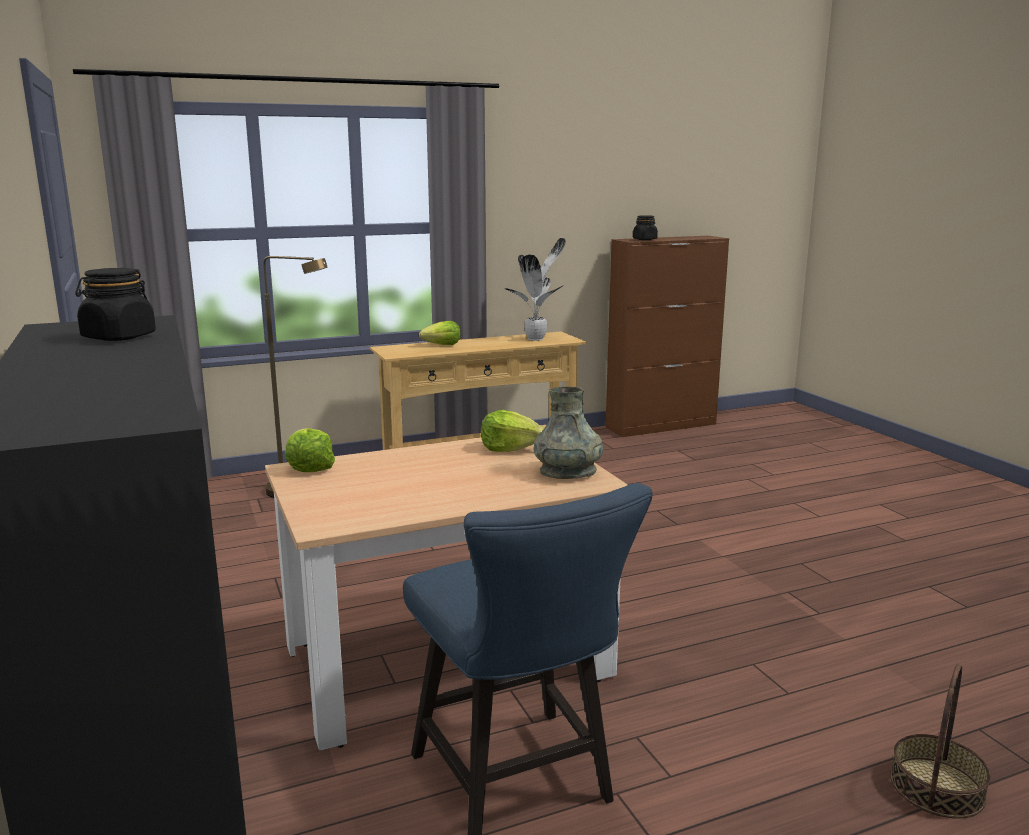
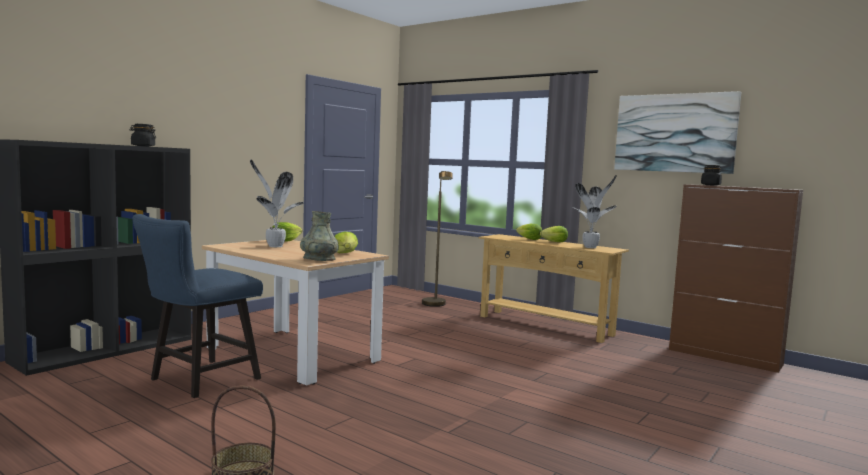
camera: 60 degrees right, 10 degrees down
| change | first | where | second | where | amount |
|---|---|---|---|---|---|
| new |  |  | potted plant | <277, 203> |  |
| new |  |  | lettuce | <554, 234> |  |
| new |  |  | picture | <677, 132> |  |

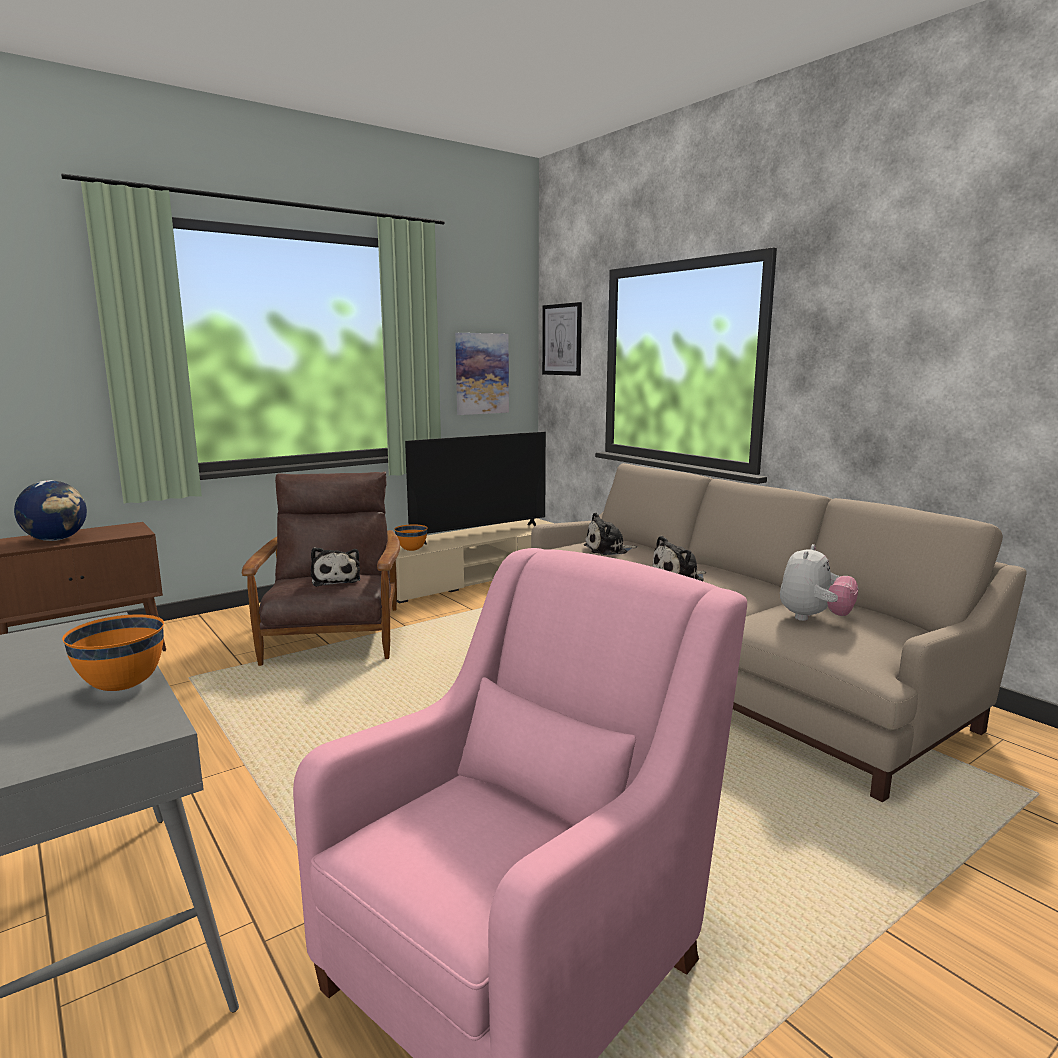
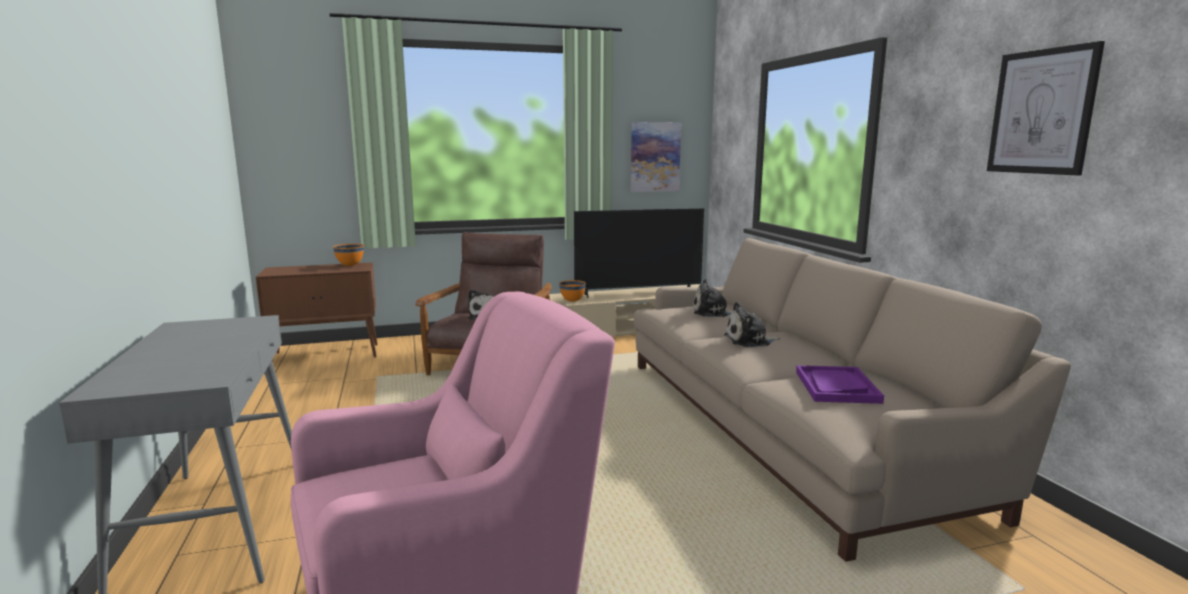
camera: 20 degrees right, 0 degrees up
| change | first | where | second | where | amount |
|---|---|---|---|---|---|
| shifted | bowl (orange) | <113, 652> |  | <348, 255> |  |
| swapped | plush toy | <819, 582> | tray (purple) | <840, 384> |  |
| shifted | picture | <562, 339> |  | <1046, 108> |  |
| gone | globe | <50, 510> |  |  |  |

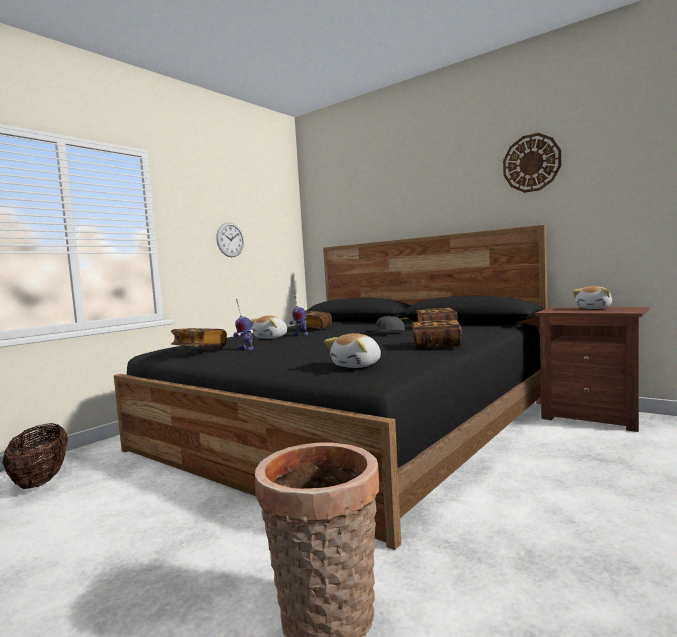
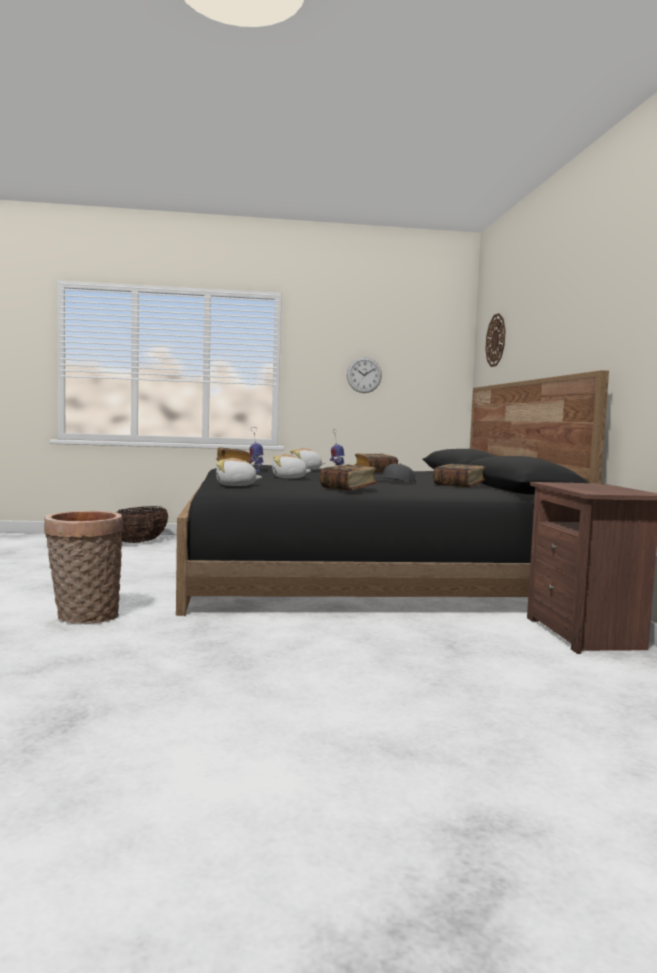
camera: 45 degrees right, 0 degrees up
| change | first | where | second | where | amount |
|---|---|---|---|---|---|
| shifted | plush toy | <592, 297> |  | <291, 466> |  |
| shifted | wall clock | <532, 163> |  | <495, 340> |  |

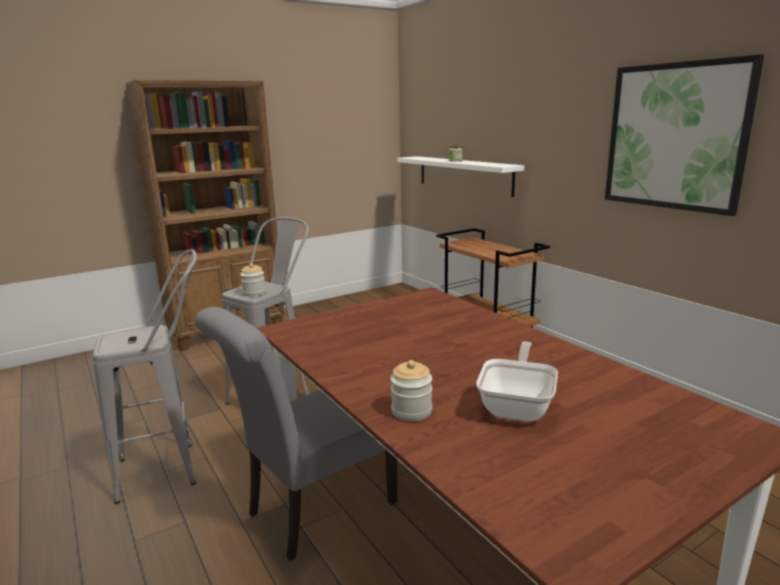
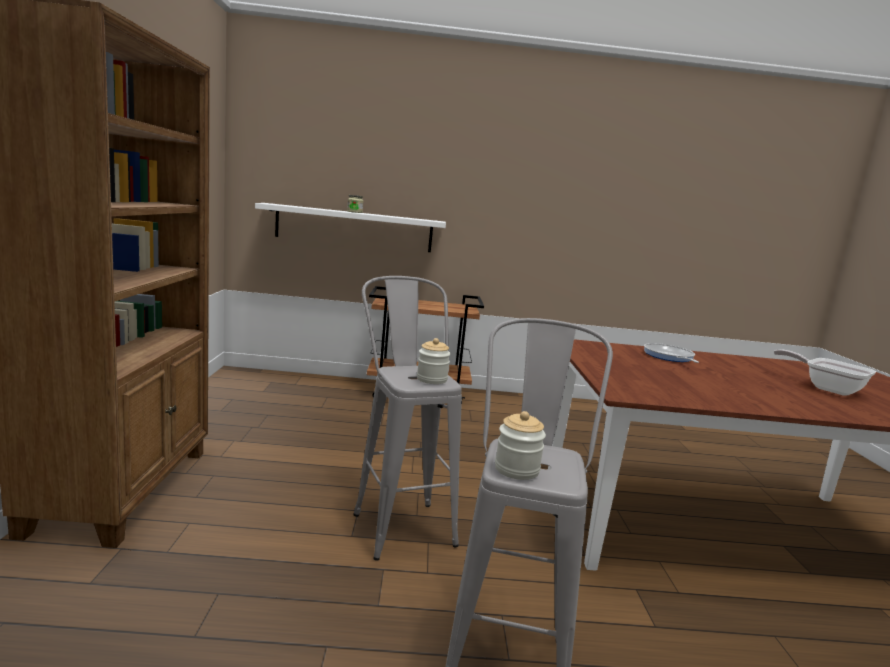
camera: 60 degrees left, 5 degrees down
| change | first | where | second | where | amount |
|---|---|---|---|---|---|
| shifted | jar | <411, 390> |  | <520, 445> |  |
| new |  |  | frying pan | <671, 353> |  |
| gone | chair (grey) | <296, 434> |  |  |  |
| gone | picture | <684, 135> |  |  |  |

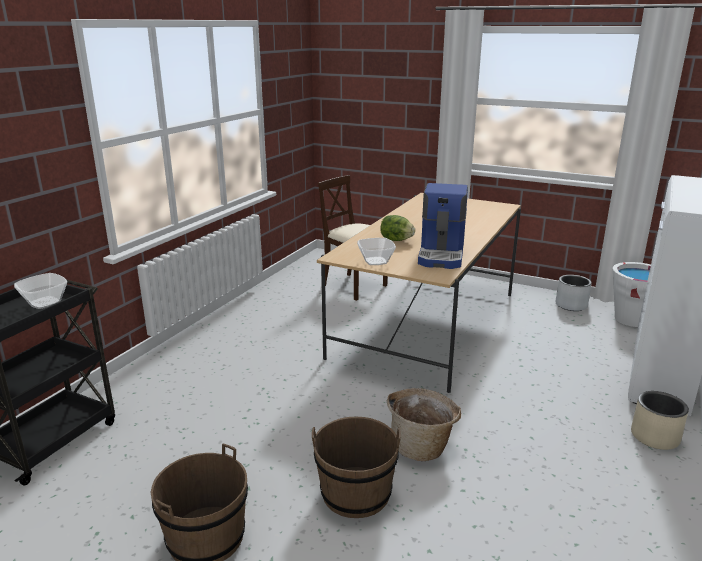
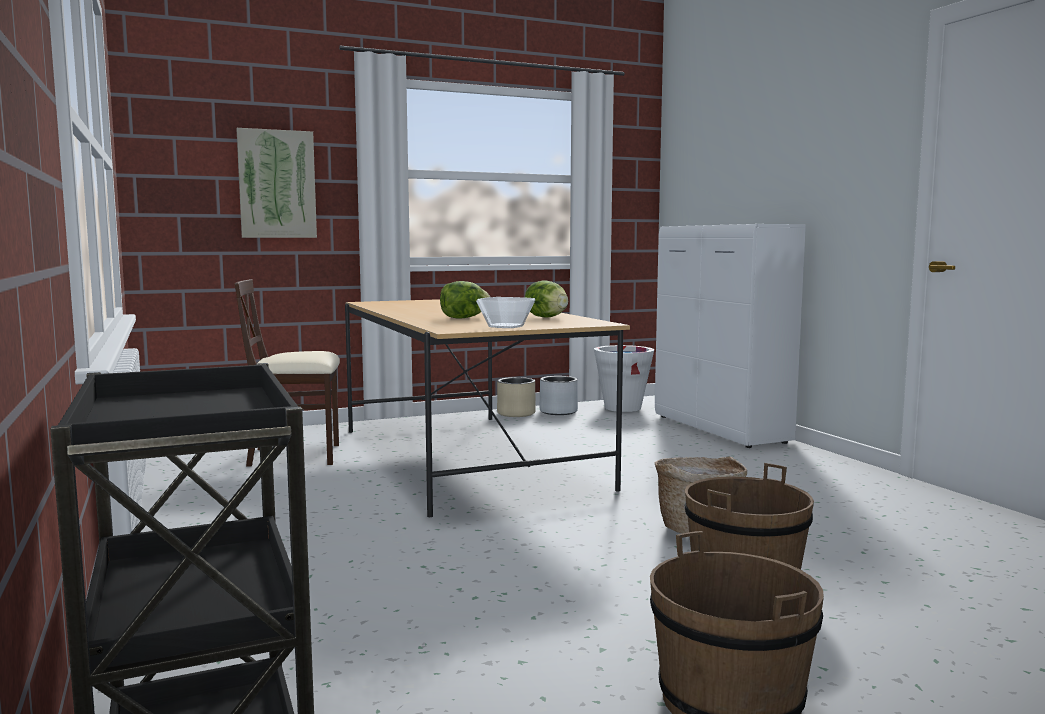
camera: 50 degrees left, 15 degrees down
| change | first | where | second | where | amount |
|---|---|---|---|---|---|
| new |  |  | picture | <276, 183> |  |
| shifted | planter (beige) | <660, 420> |  | <516, 397> |  |
| swapped | coffee machine | <443, 226> | lettuce | <546, 299> |  |
| gone | bowl | <40, 291> |  |  |  |

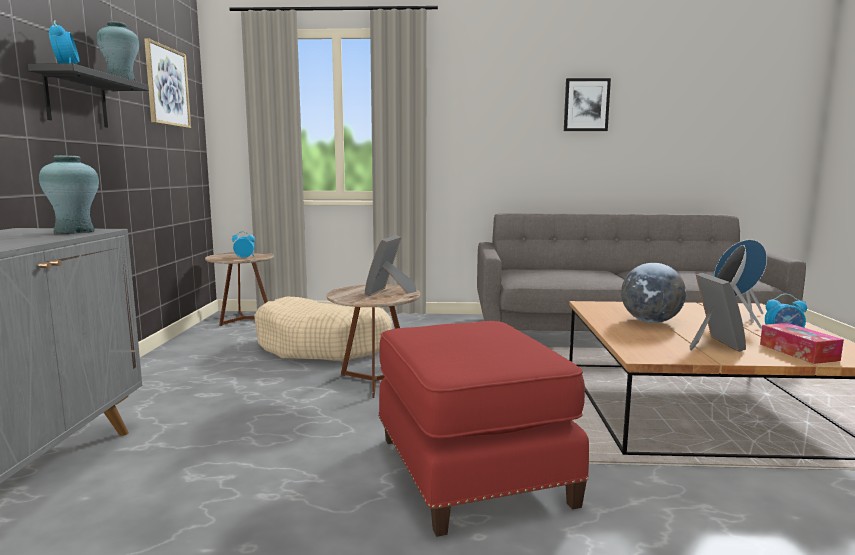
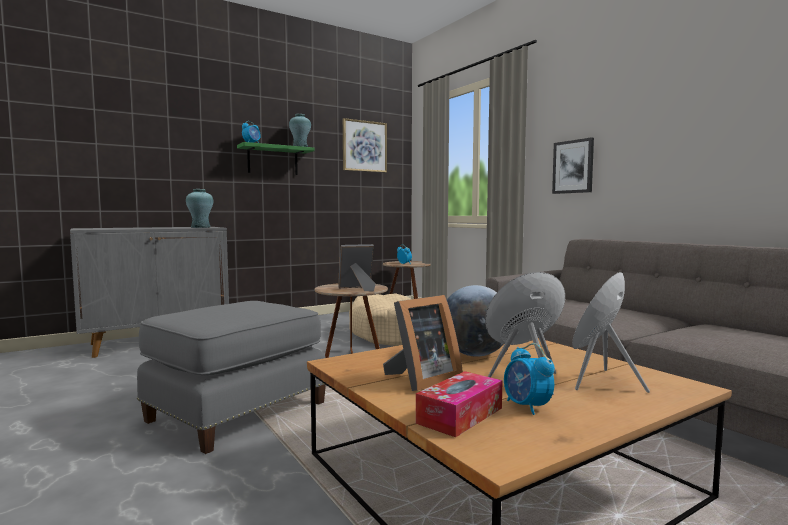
camera: 55 degrees right, 5 degrees down
| change | first | where | second | where | amount |
|---|---|---|---|---|---|
| repainted | ottoman (red) | <483, 429> | ottoman (grey) | <231, 377> |  |
| repainted | shelf (black) | <88, 95> | shelf (green) | <276, 158> |  |
| shifted | picture | <587, 104> |  | <573, 165> |  |

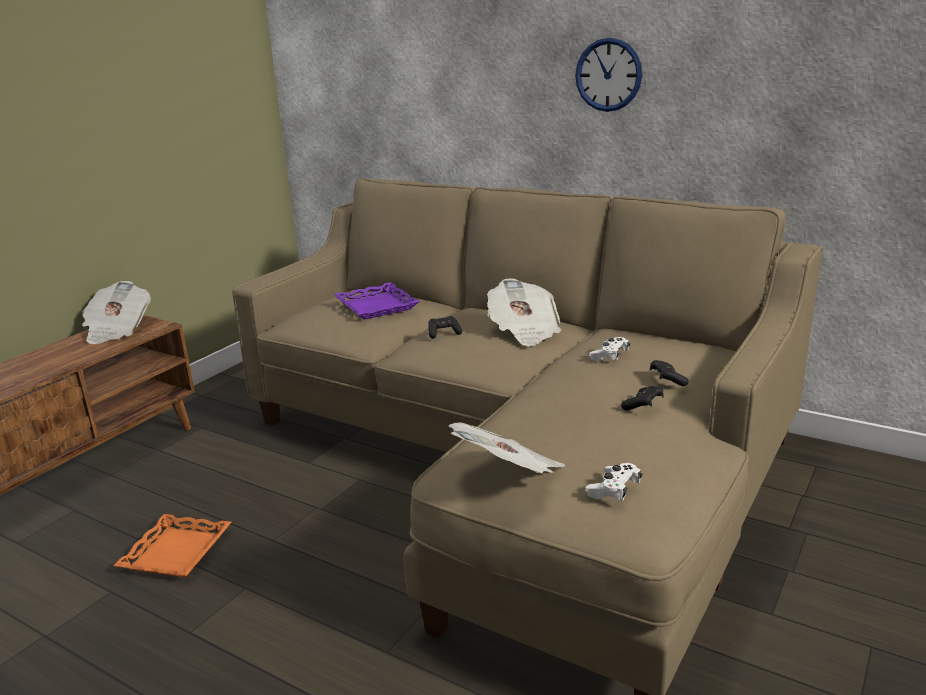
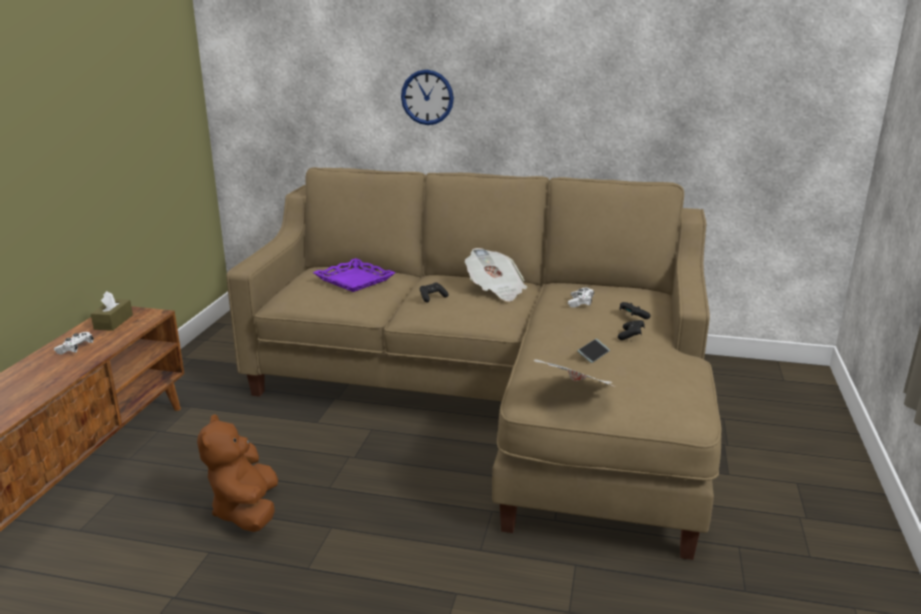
camera: 20 degrees left, 0 degrees up
| change | first | where | second | where | amount |
|---|---|---|---|---|---|
| shifted | game controller (white) | <613, 482> |  | <74, 343> |  |
| swapped | newspaper | <116, 312> | tissue box (brown) | <112, 311> |  |
| swapped | tray (orange) | <172, 545> | plush toy (brown) | <237, 473> |  |
| shifted | wall clock | <608, 75> |  | <427, 97> |  |
| new |  |  | phone | <593, 351> |  |

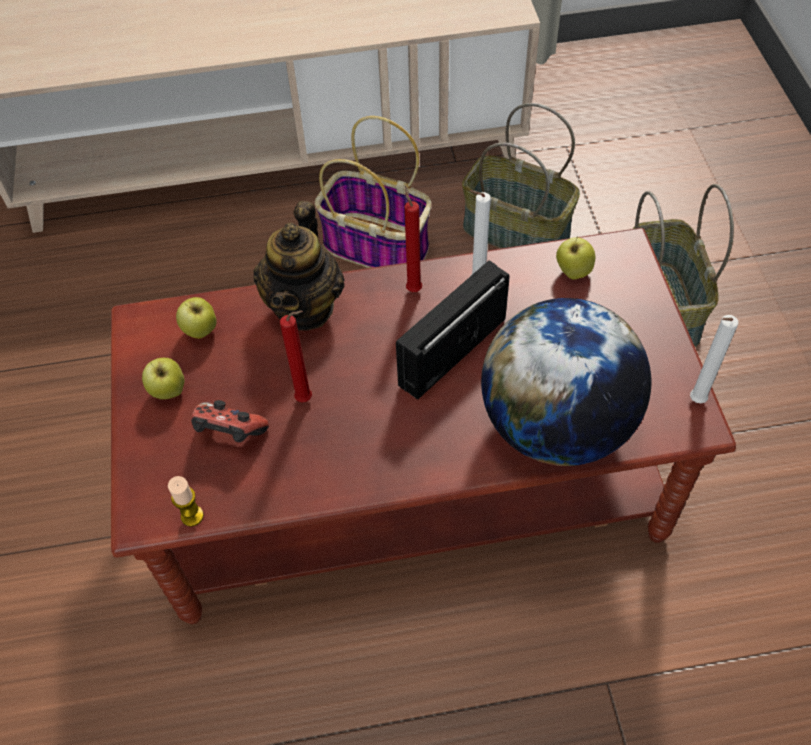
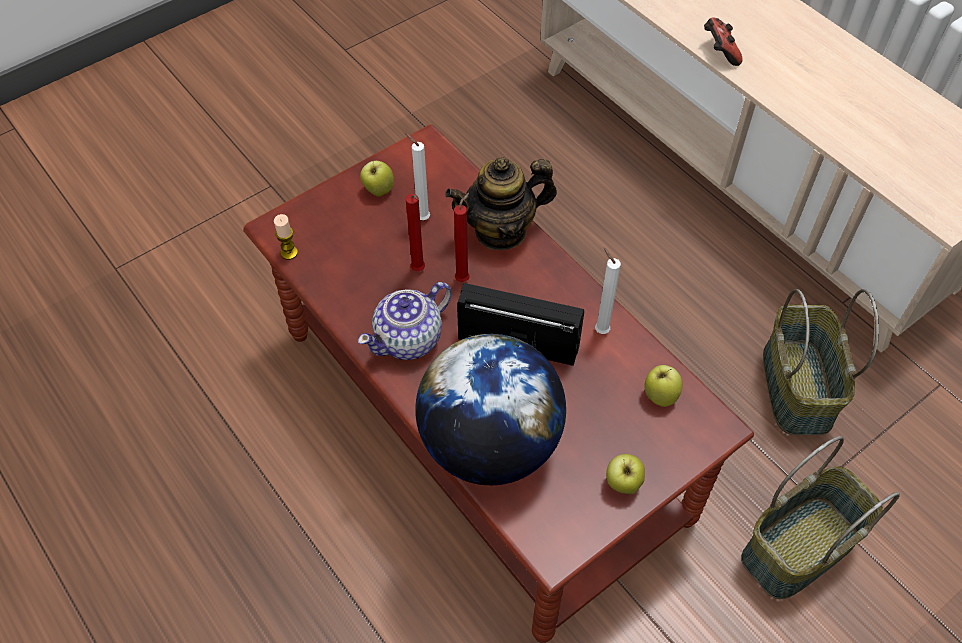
camera: 60 degrees right, 0 degrees up
| change | first | where | second | where | amount |
|---|---|---|---|---|---|
| new |  |  | teapot | <405, 321> |  |
| shifted | candle (white) | <714, 359> |  | <417, 176> |  |
| shifted | candle (red) | <413, 238> |  | <462, 237> |  |
| shifted | apple | <196, 318> |  | <625, 474> |  |
| shifted | game controller | <230, 421> |  | <723, 41> |  |
| gone | basket | <373, 192> |  |  |  |

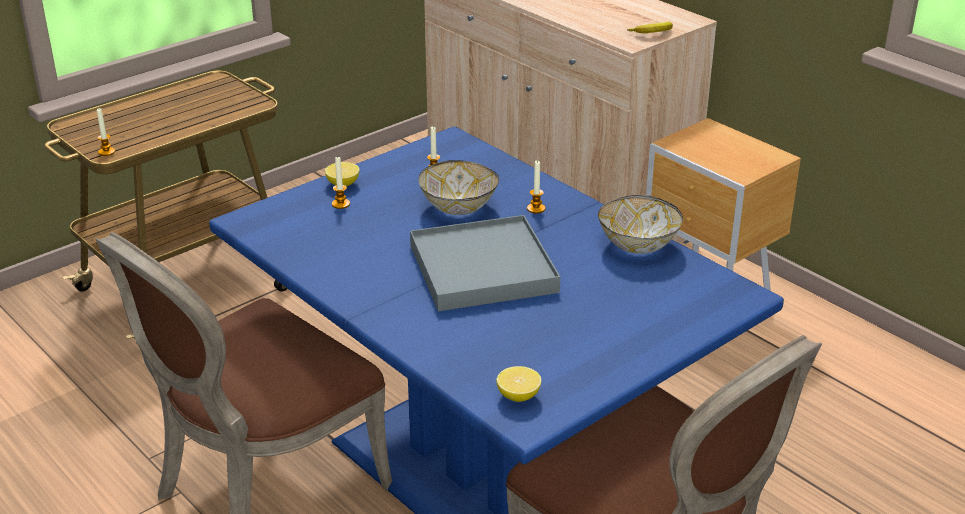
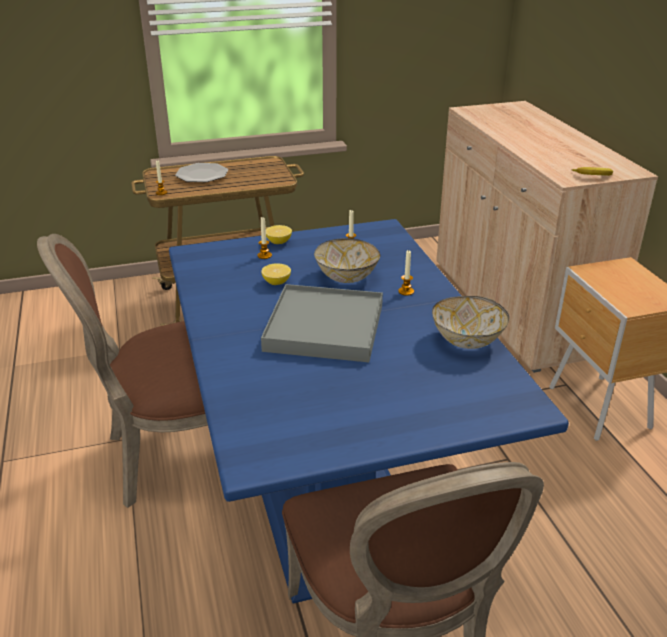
camera: 25 degrees right, 0 degrees up
| change | first | where | second | where | amount |
|---|---|---|---|---|---|
| new |  |  | plate | <201, 172> |  |
| shifted | lemon | <518, 384> |  | <276, 274> |  |

